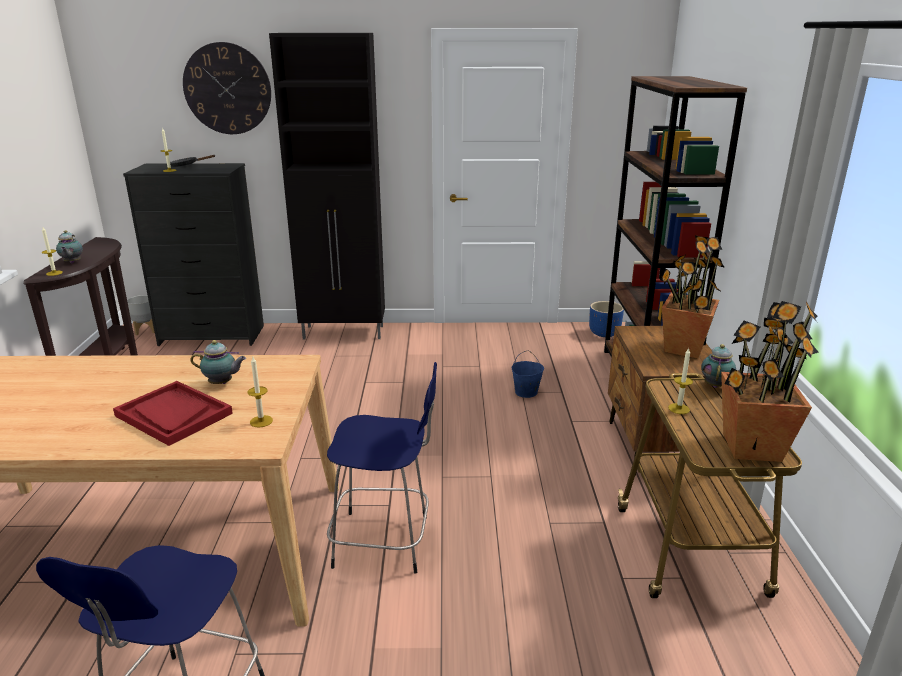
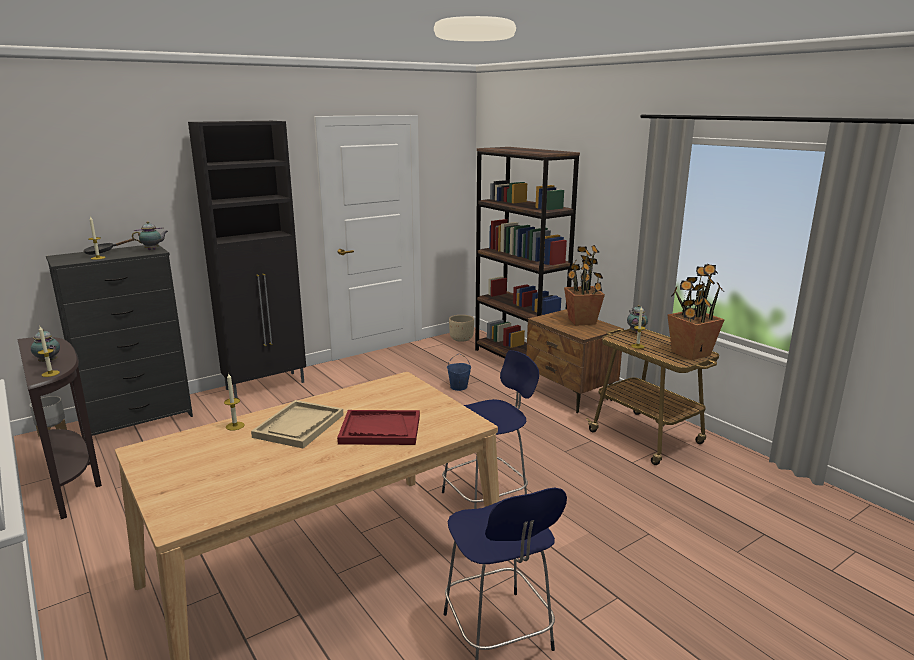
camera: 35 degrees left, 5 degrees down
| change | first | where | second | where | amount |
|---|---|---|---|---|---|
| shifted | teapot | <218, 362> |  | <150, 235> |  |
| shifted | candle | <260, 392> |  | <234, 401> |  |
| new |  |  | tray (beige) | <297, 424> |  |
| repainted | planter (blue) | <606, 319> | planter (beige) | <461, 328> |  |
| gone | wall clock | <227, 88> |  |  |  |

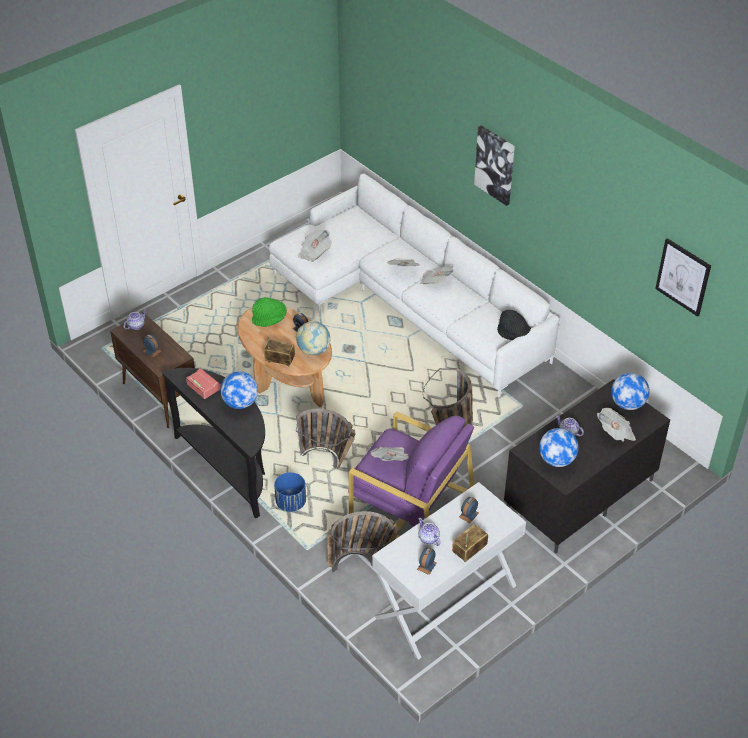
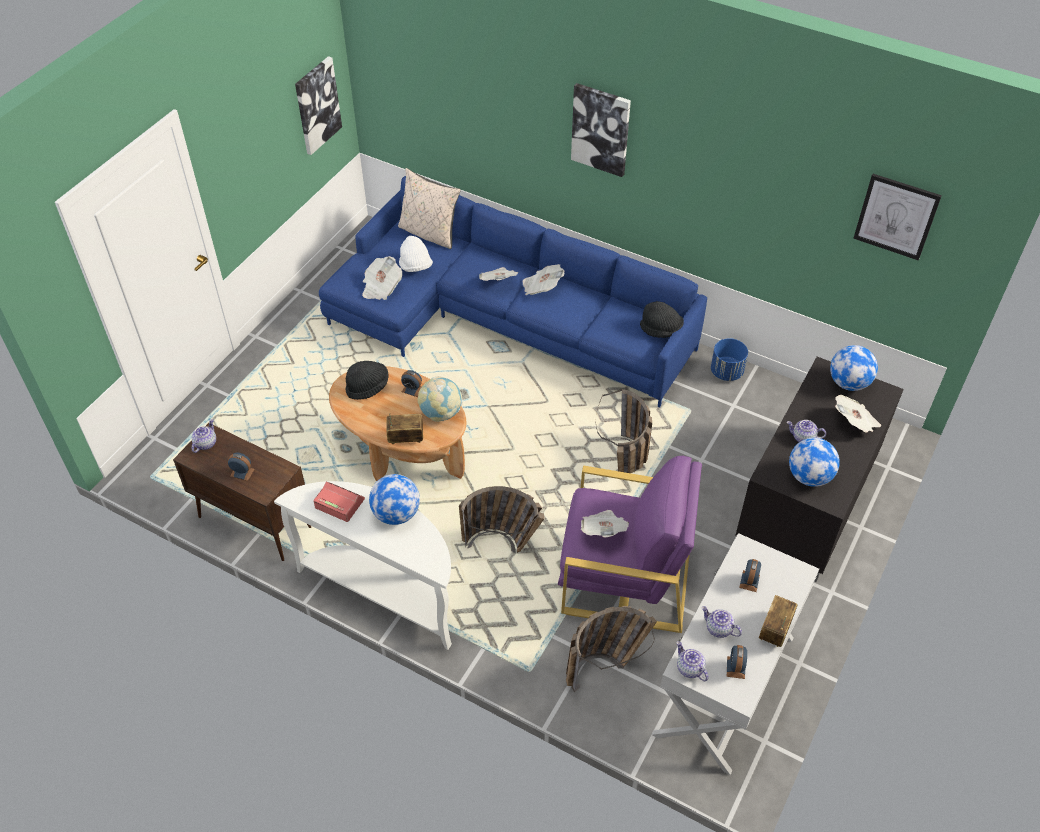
camera: 20 degrees left, 5 degrees up
| change | first | where | second | where | amount |
|---|---|---|---|---|---|
| repainted | console table (black) | <213, 443> | console table (white) | <363, 565> |  |
| new |  |  | picture | <318, 105> |  |
| repainted | sofa (white) | <414, 285> | sofa (blue) | <513, 292> |  |
| repainted | hat (green) | <269, 312> | hat (black) | <367, 380> |  |
| new |  |  | pillow (beige) | <429, 208> |  |
| new |  |  | hat (white) | <416, 254> |  |
| new |  |  | teapot | <693, 661> |  |
| shifted | planter (blue) | <290, 492> |  | <729, 359> |  |

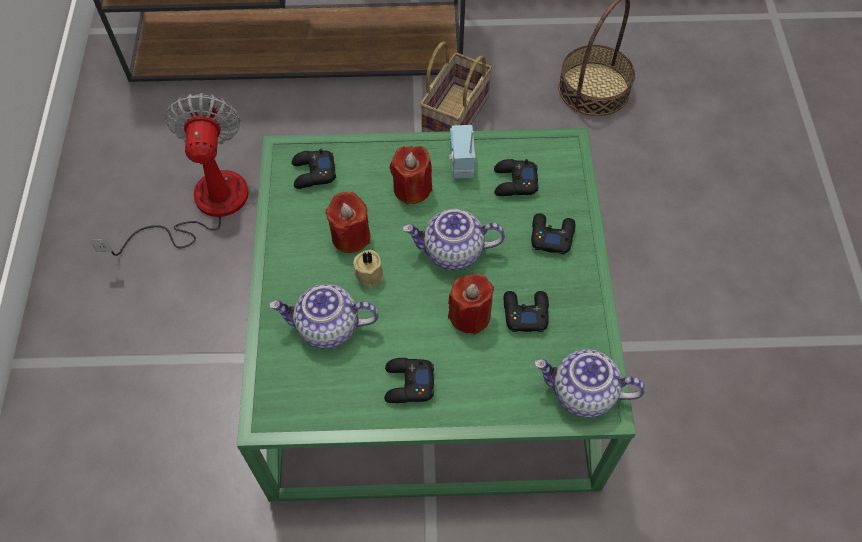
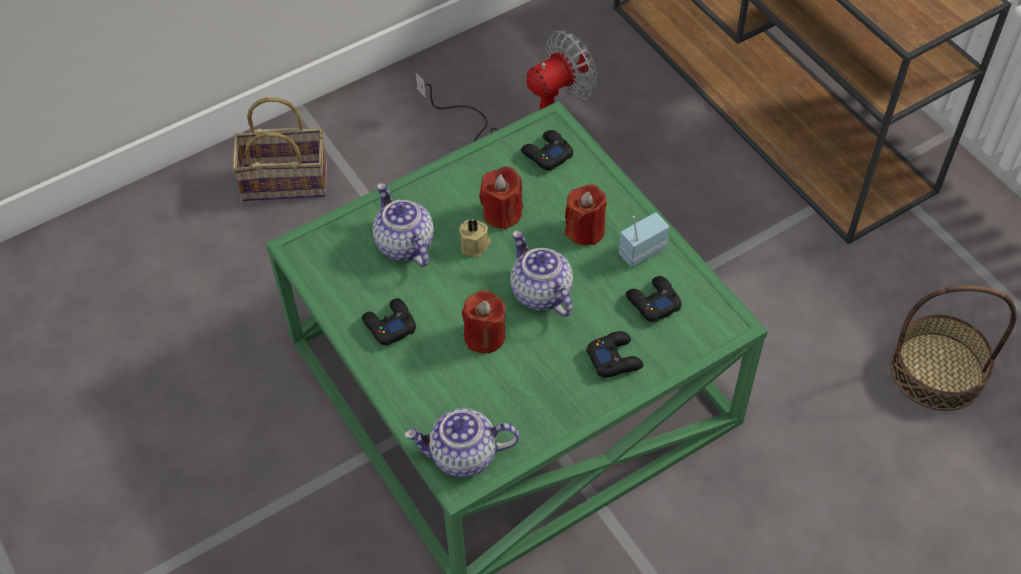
camera: 60 degrees right, 5 degrees down
| change | first | where | second | where | amount |
|---|---|---|---|---|---|
| shifted | basket | <456, 86> |  | <279, 149> |  |
| rotated | teapot | <589, 383> |  | <461, 443> | 75 degrees counterclockwise |
| gone | game controller (black) | <526, 311> |  |  |  |

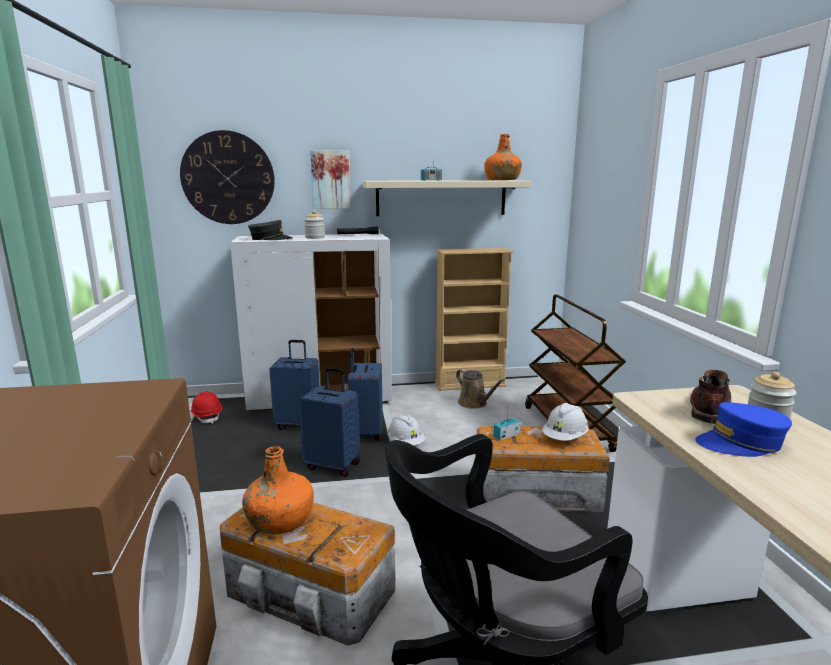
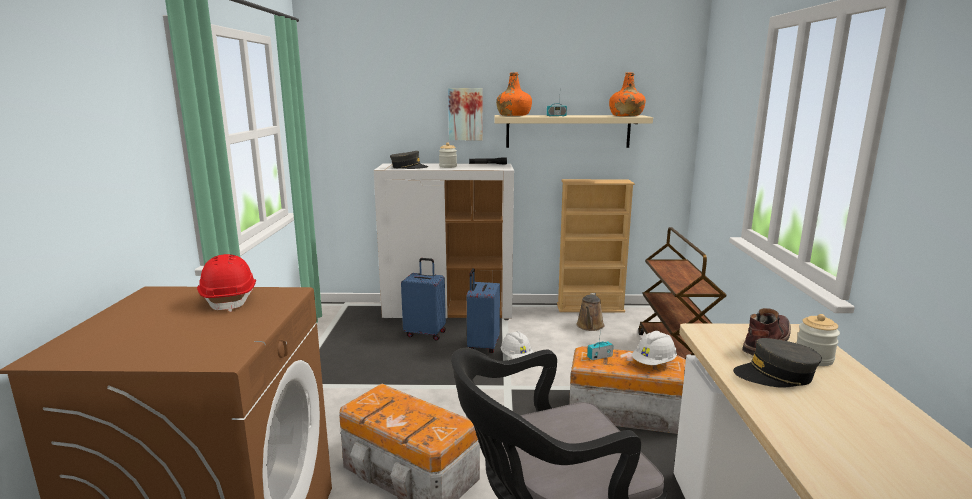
camera: 10 degrees right, 0 degrees up
| change | first | where | second | where | amount |
|---|---|---|---|---|---|
| shifted | hard hat (red) | <206, 408> |  | <226, 283> |  |
| shifted | bottle (orange) | <278, 490> |  | <514, 94> |  |
| rotated | watering can (brown) | <480, 389> |  | <590, 312> | 45 degrees clockwise |
| repainted | cap (blue) | <743, 429> | cap (grey) | <777, 363> |  |
| gone | wall clock | <227, 177> |  |  |  |
| gone | suitcase (blue) | <329, 422> |  |  |  |

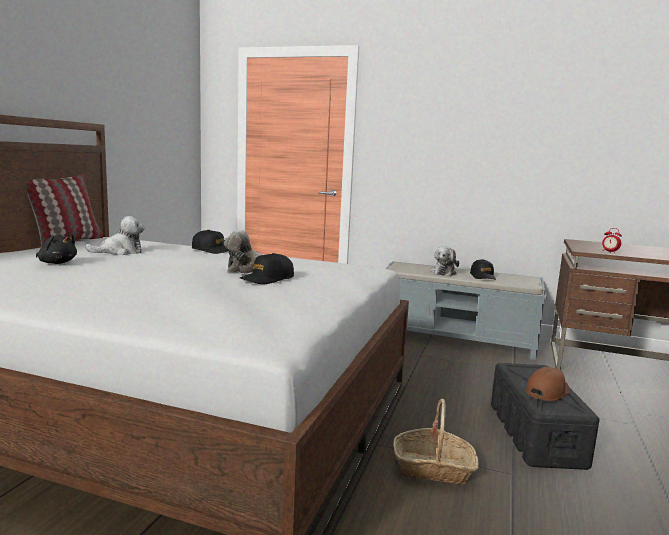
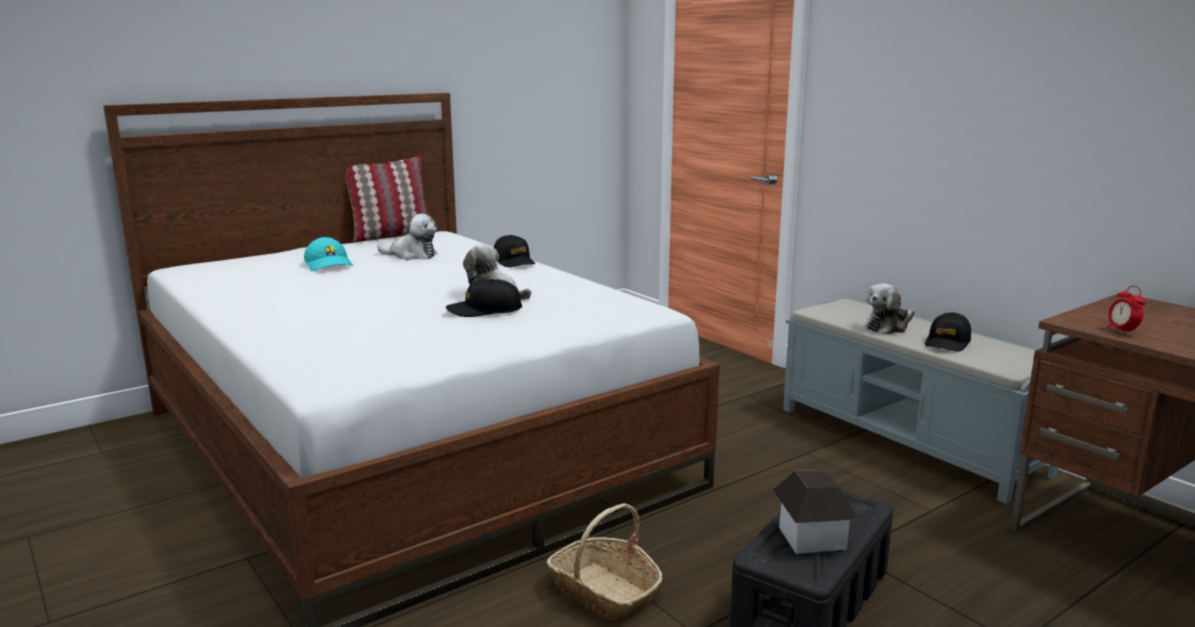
camera: 35 degrees right, 5 degrees up
| change | first | where | second | where | amount |
|---|---|---|---|---|---|
| swapped | plush toy (black) | <56, 248> | cap (turquoise) | <328, 254> |  |
| swapped | cap (brown) | <548, 384> | toy house | <816, 512> |  |

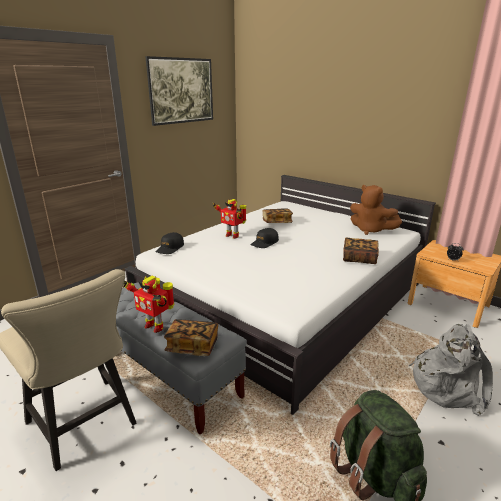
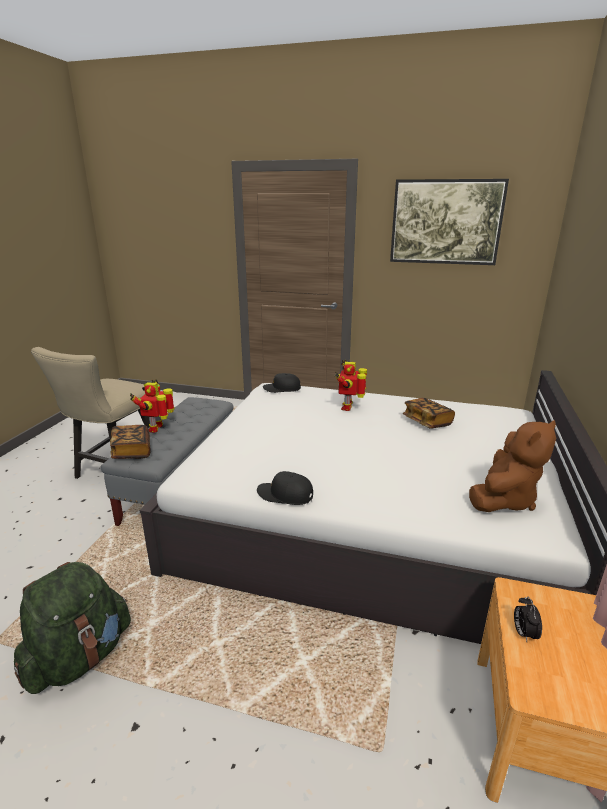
camera: 65 degrees right, 0 degrees up
| change | first | where | second | where | amount |
|---|---|---|---|---|---|
| shifted | cap (black) | <264, 238> |  | <285, 488> |  |
| rotated | plush toy (brown) | <376, 210> |  | <512, 466> | 150 degrees counterclockwise |
| gone | book | <361, 251> |  |  |  |
| gone | backpack (grey) | <451, 370> |  |  |  |

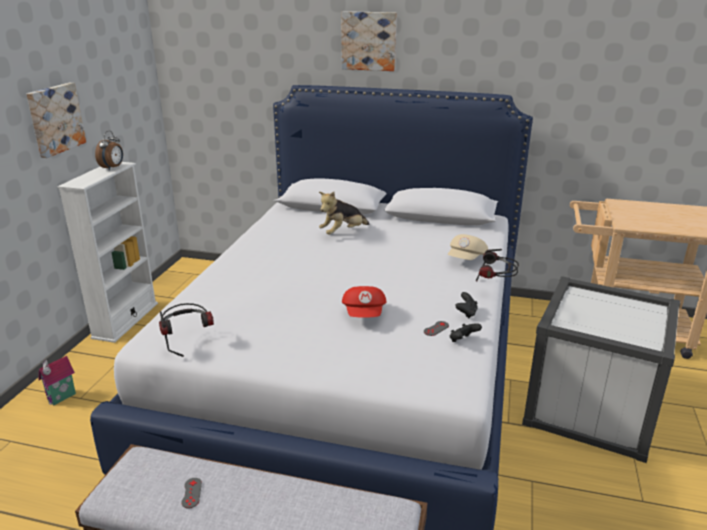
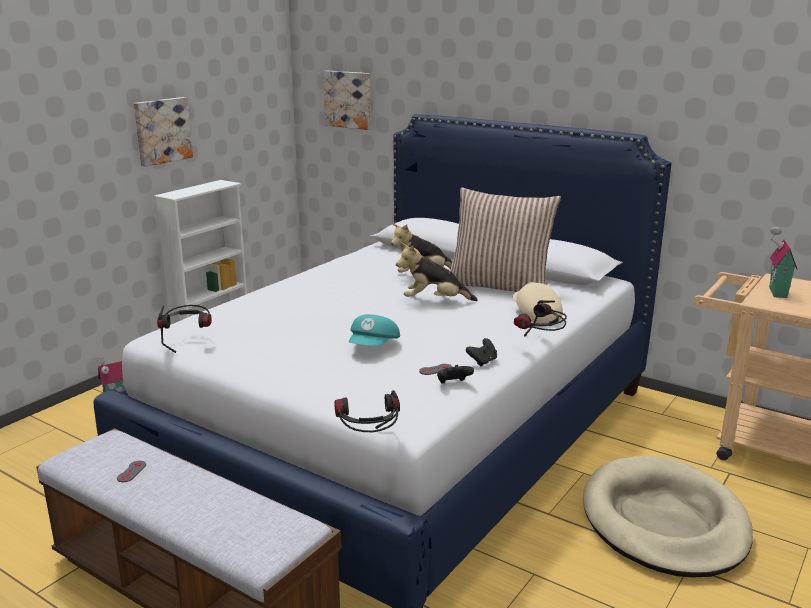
camera: 20 degrees right, 5 degrees down
| change | first | where | second | where | amount |
|---|---|---|---|---|---|
| shifted | picture | <369, 41> |  | <347, 100> |  |
| new |  |  | headphones | <367, 411> |  |
| repainted | cap (red) | <364, 302> | cap (turquoise) | <374, 330> |  |
| new |  |  | plush toy | <437, 272> |  |
| new |  |  | pillow | <505, 239> |  |
| rotated | cap (beige) | <468, 247> |  | <537, 302> | 105 degrees clockwise |
| swapped | storage box (white) | <601, 369> | dog bed (beige) | <668, 517> |  |
| new |  |  | toy house | <783, 262> |  |
| gone | alarm clock | <109, 150> |  |  |  |

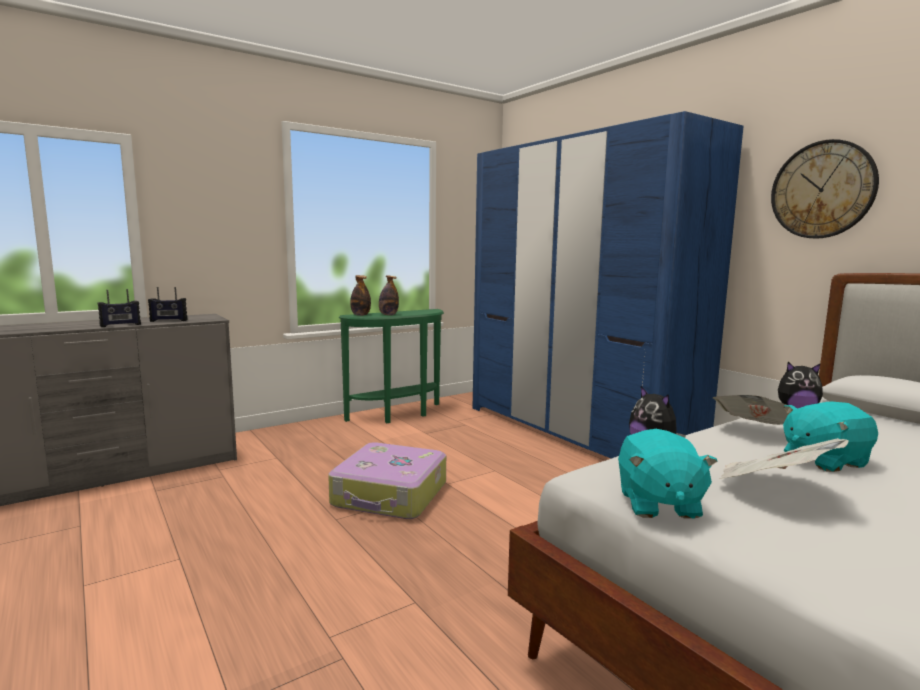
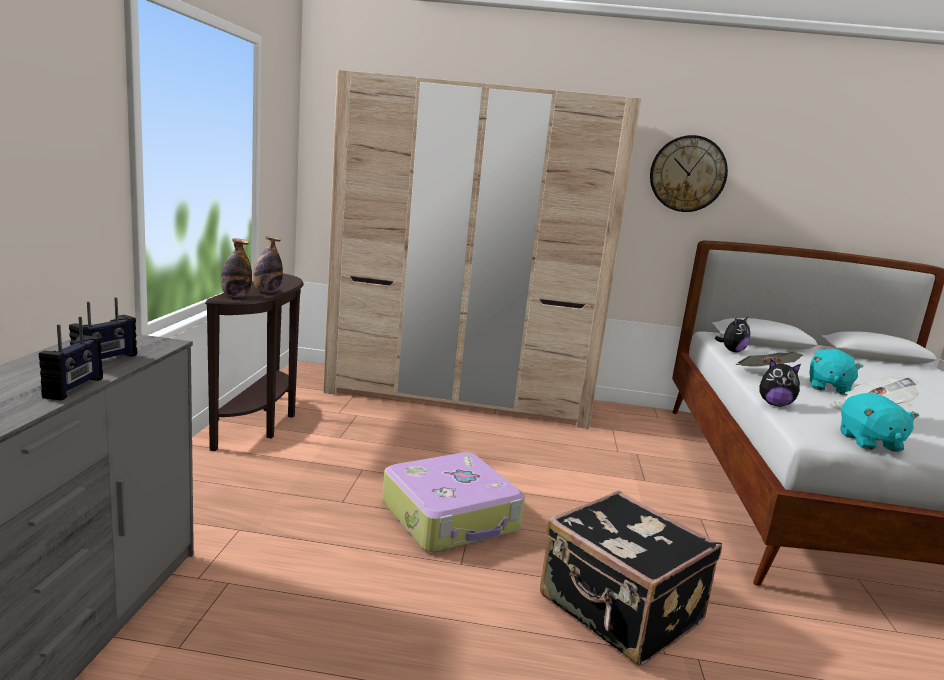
camera: 50 degrees left, 5 degrees up
| change | first | where | second | where | amount |
|---|---|---|---|---|---|
| repainted | console table (green) | <391, 366> | console table (brown) | <254, 362> |  |
| repainted | wardrobe (blue) | <608, 285> | wardrobe (beige) | <482, 249> |  |
| new |  |  | suitcase (black) | <631, 578> |  |
| rotated | plush toy (turquoise) | <668, 474> |  | <879, 422> | 45 degrees clockwise |

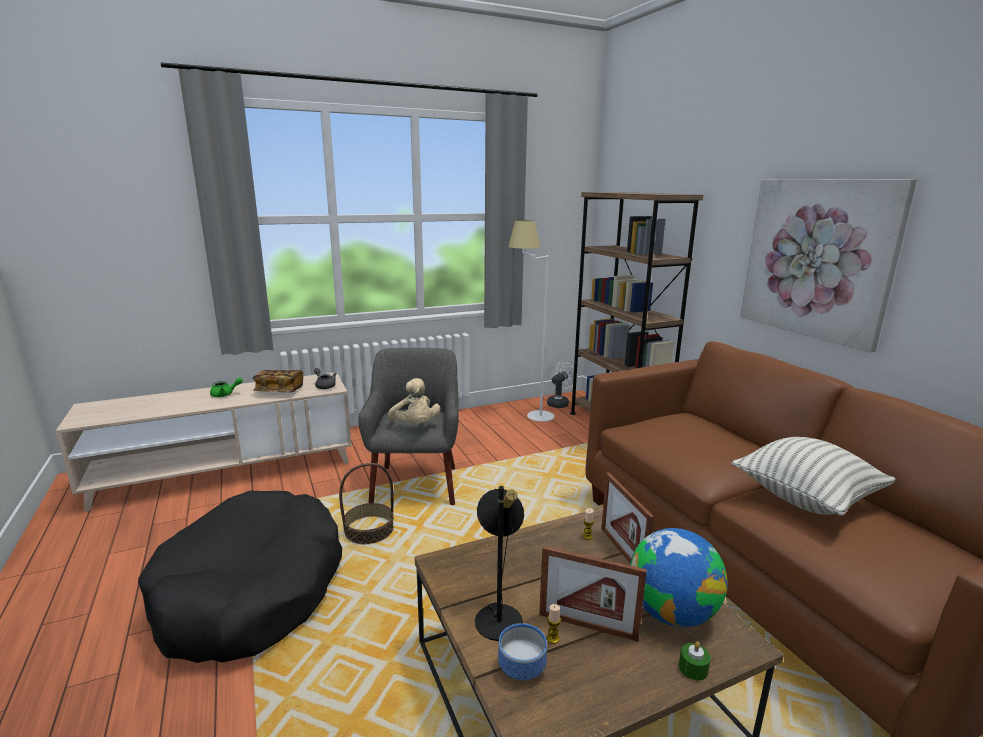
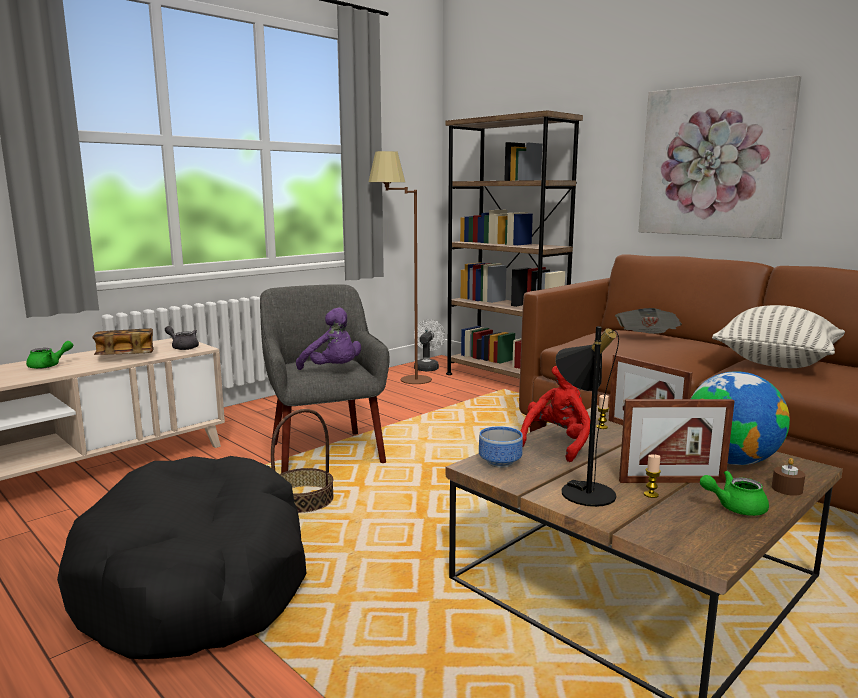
camera: 20 degrees left, 5 degrees down
| change | first | where | second | where | amount |
|---|---|---|---|---|---|
| repainted | plush toy (beige) | <414, 401> | plush toy (purple) | <328, 338> |  |
| repainted | floor lamp (white) | <531, 321> | floor lamp (brown) | <400, 267> |  |
| shifted | bowl | <522, 651> |  | <501, 447> |  |
| new |  |  | plush toy (red) | <555, 414> |  |
| new |  |  | newspaper | <648, 321> |  |
| new |  |  | teapot (green) | <734, 493> |  |
| repainted | candle (green) | <695, 660> | candle (brown) | <788, 477> |  |

